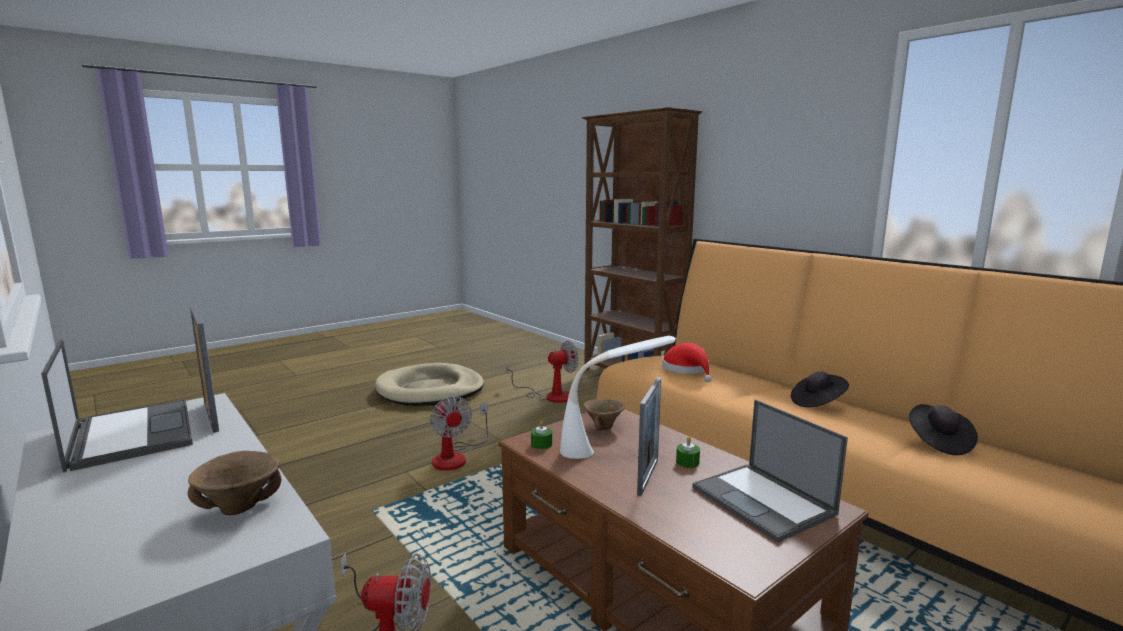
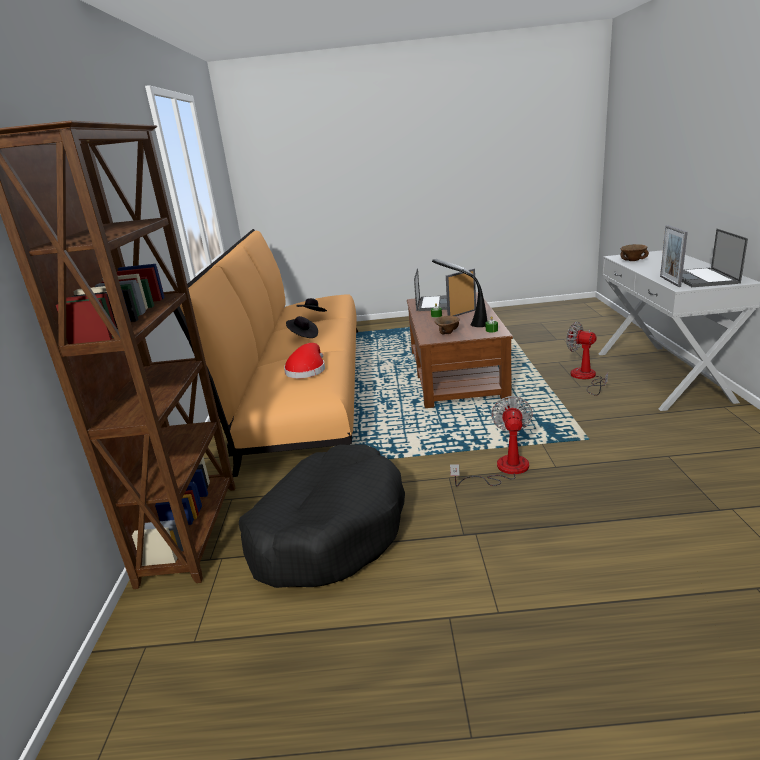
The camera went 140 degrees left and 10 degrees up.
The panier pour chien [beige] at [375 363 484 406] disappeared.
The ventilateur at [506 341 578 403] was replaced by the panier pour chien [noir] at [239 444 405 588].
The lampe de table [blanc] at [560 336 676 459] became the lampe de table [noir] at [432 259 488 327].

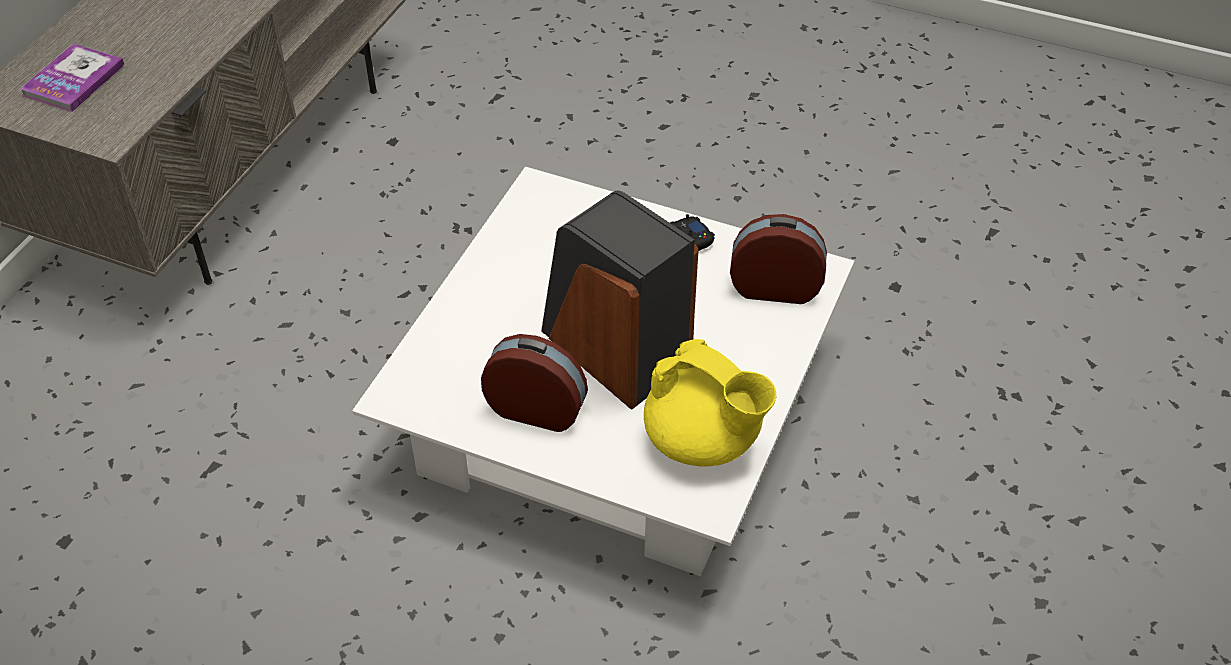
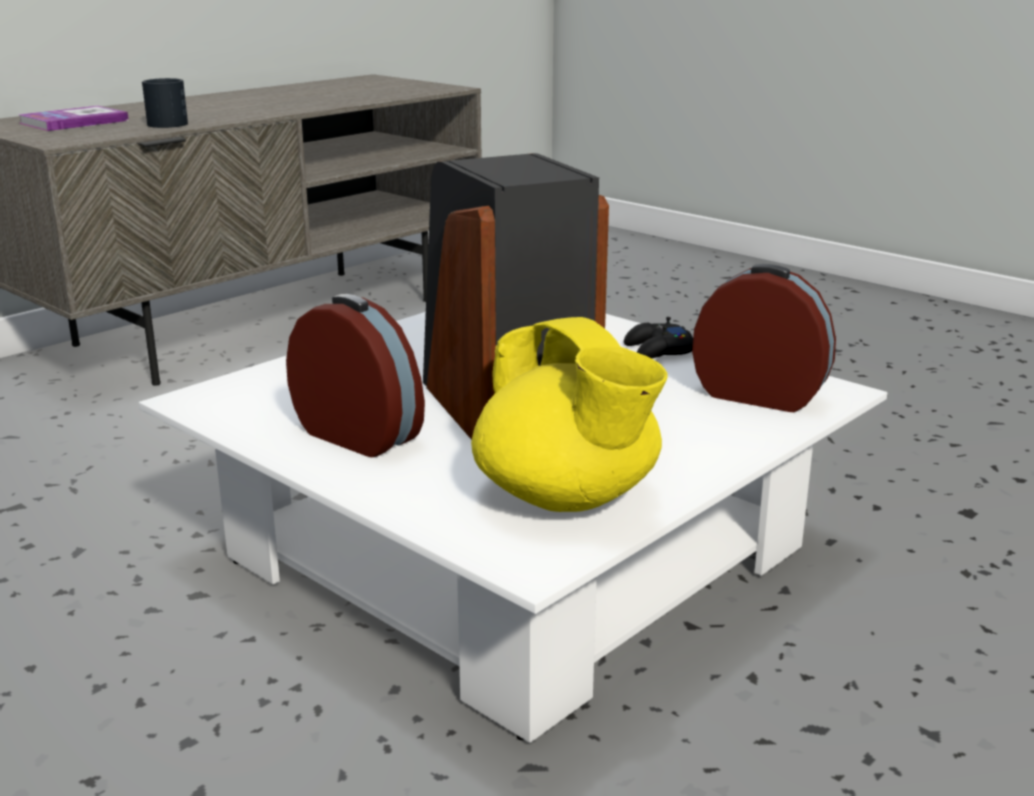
The camera went 20 degrees right and 25 degrees down.
The mug [noir] at [142 78 188 128] appeared.

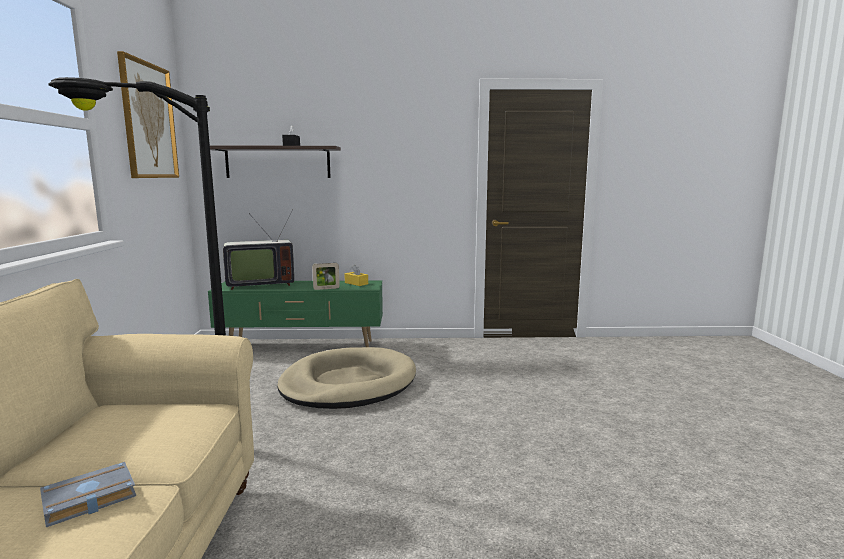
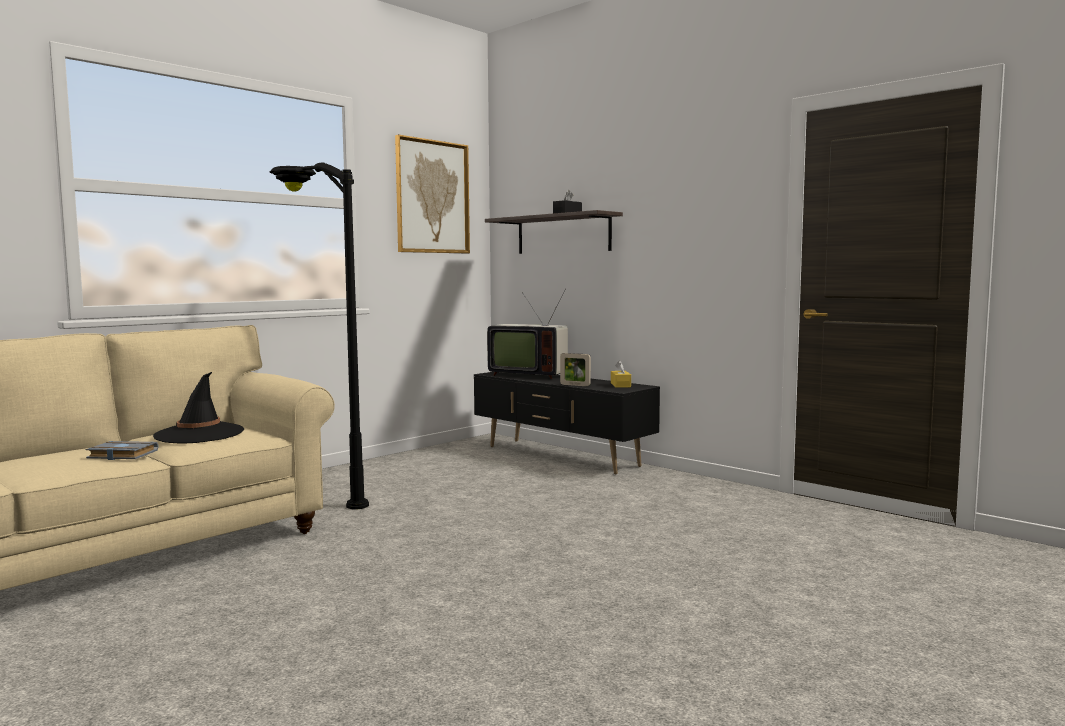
The camera went 45 degrees right and 5 degrees down.
The meuble télé [vert] at [208 280 383 347] became the meuble télé [noir] at [474 372 660 474].
The panier pour chien [beige] at [277 347 416 409] disappeared.
The chapeau [noir] at [153 372 244 443] appeared.

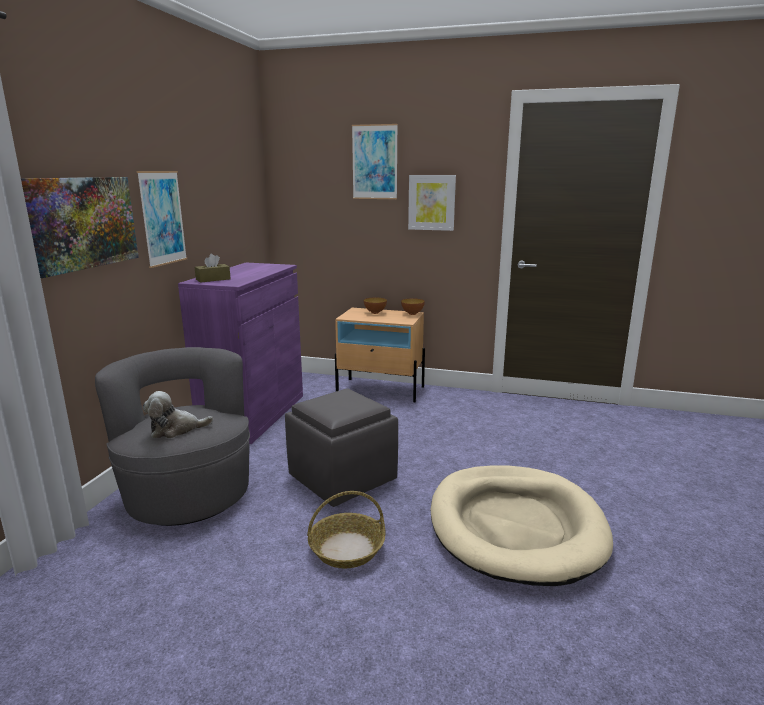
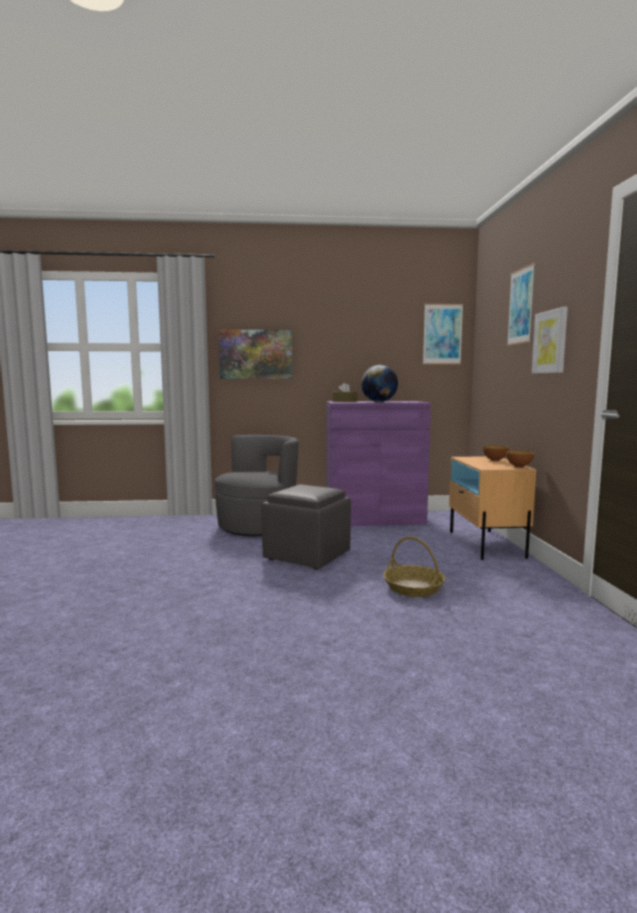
The camera went 70 degrees right and 10 degrees down.
The tableau moved from [136 171 187 268] to [423 304 463 364].
The peluche at [143 391 213 438] disappeared.
The panier moved from [307 491 385 568] to [383 536 445 597].
The panier pour chien [beige] at [431 465 613 586] disappeared.
The globe at [361 365 398 402] appeared.

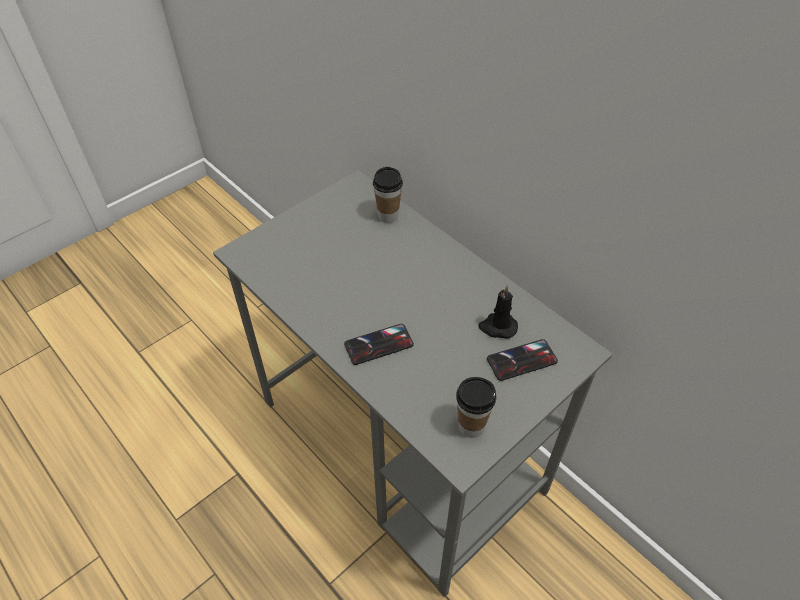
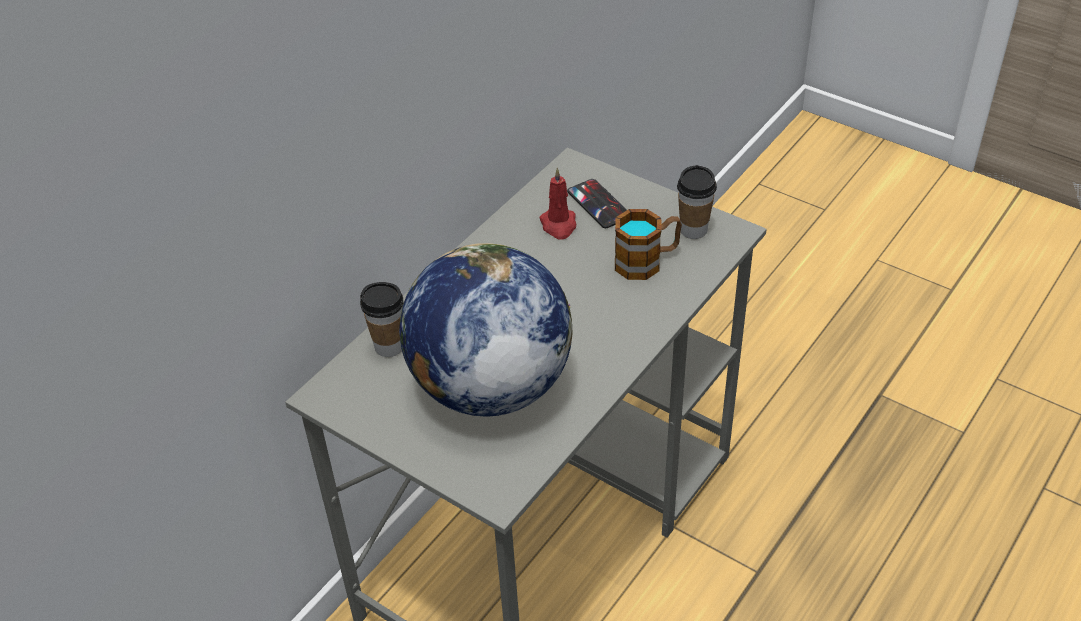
The camera went 100 degrees left and 5 degrees down.
The téléphone at [344 324 414 365] disappeared.
The bougie [noir] at [478 286 518 339] became the bougie [rouge] at [539 168 576 240].
The globe at [399 243 573 416] appeared.
The mug at [615 209 682 280] appeared.

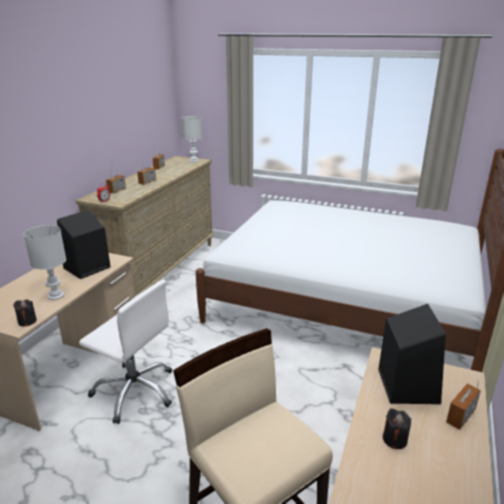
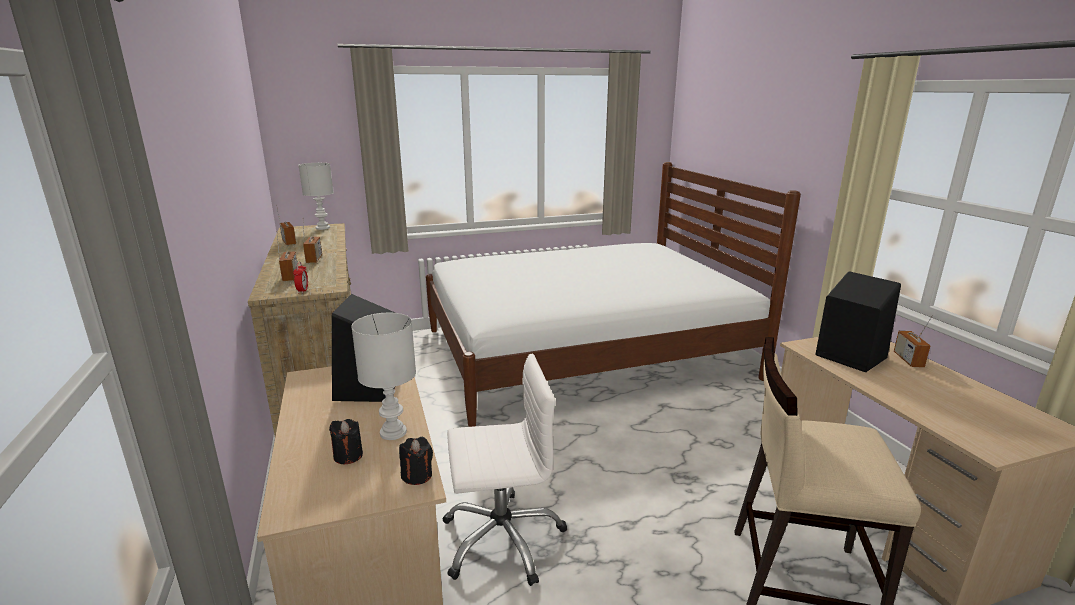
The camera went 40 degrees left and 5 degrees down.
The bougie [noir] moved from [383 408 411 449] to [329 419 363 464].

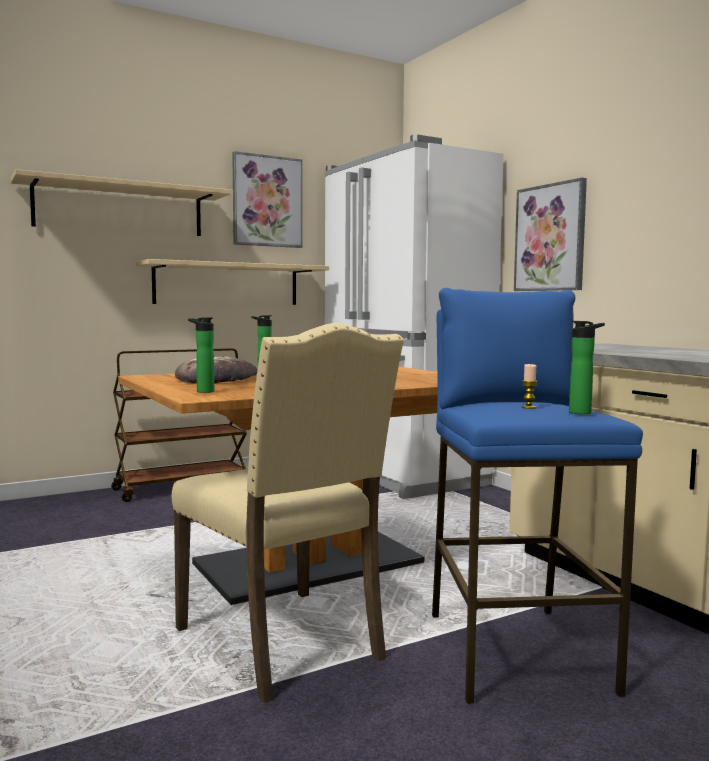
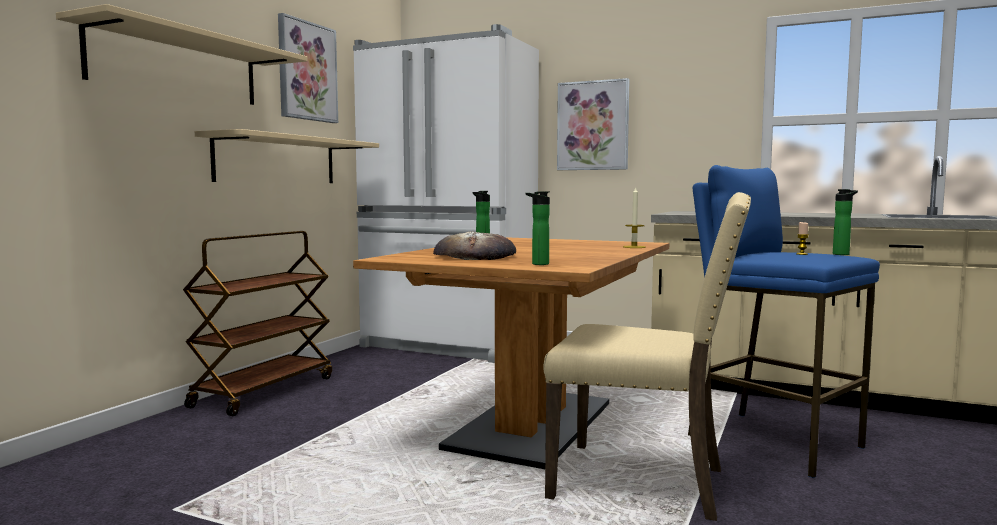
The camera went 35 degrees left and 0 degrees up.
The bougie at [623 187 646 248] appeared.

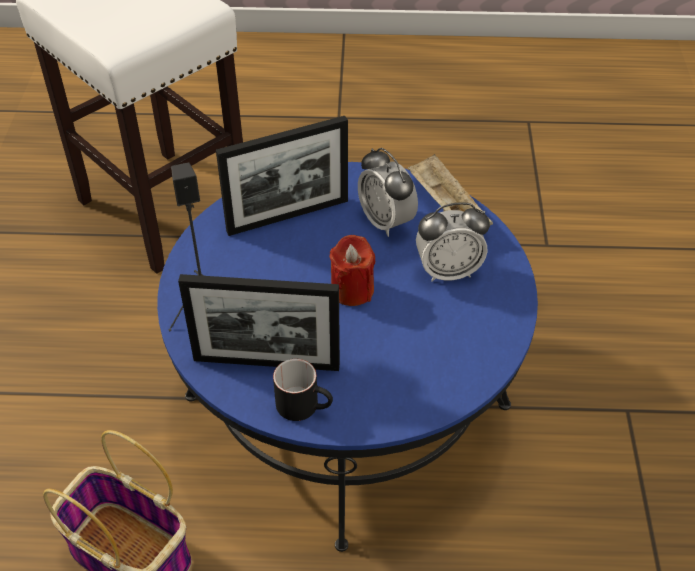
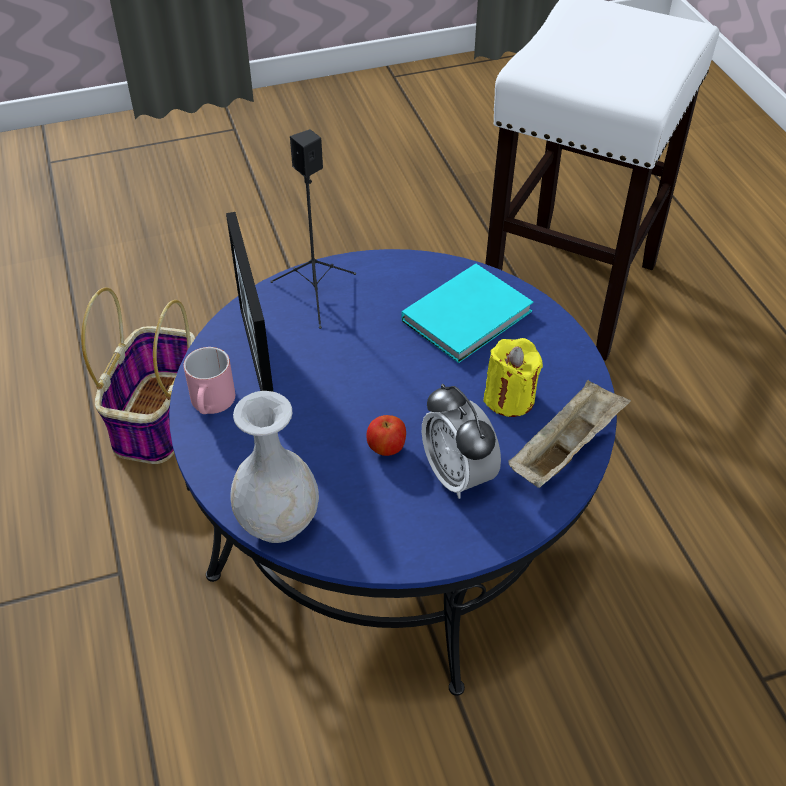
The camera went 70 degrees right and 0 degrees up.
The cadre photo at [216 116 348 236] was replaced by the livre [turquoise] at [401 264 533 363].
The mug [noir] at [273 359 333 421] became the mug [rose] at [183 347 235 414].
The bougie [rouge] at [330 235 375 306] disappeared.
The réveil at [358 148 418 237] was replaced by the bougie [jaune] at [483 338 543 417].
The vase [blanc] at [231 391 319 543] appeared.
The pomme at [366 415 406 456] appeared.

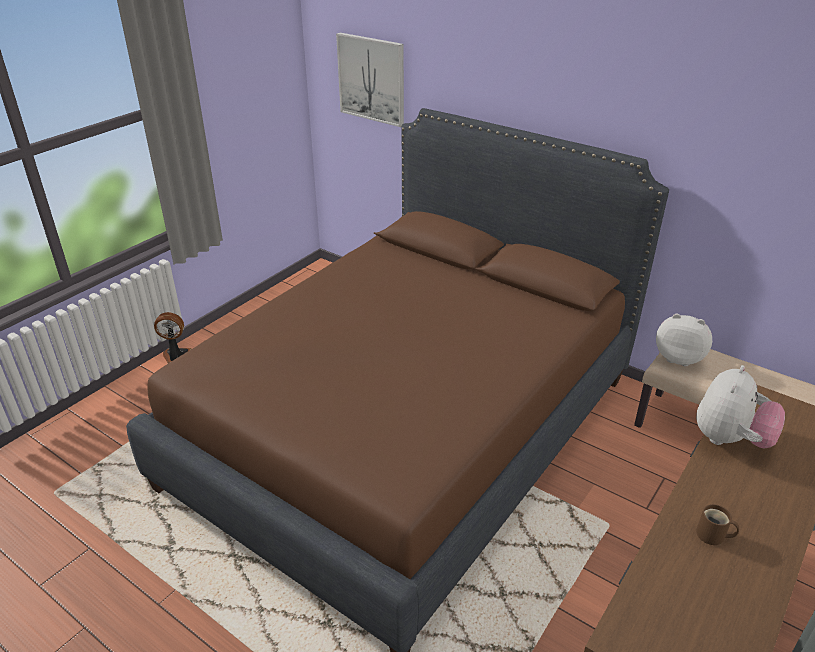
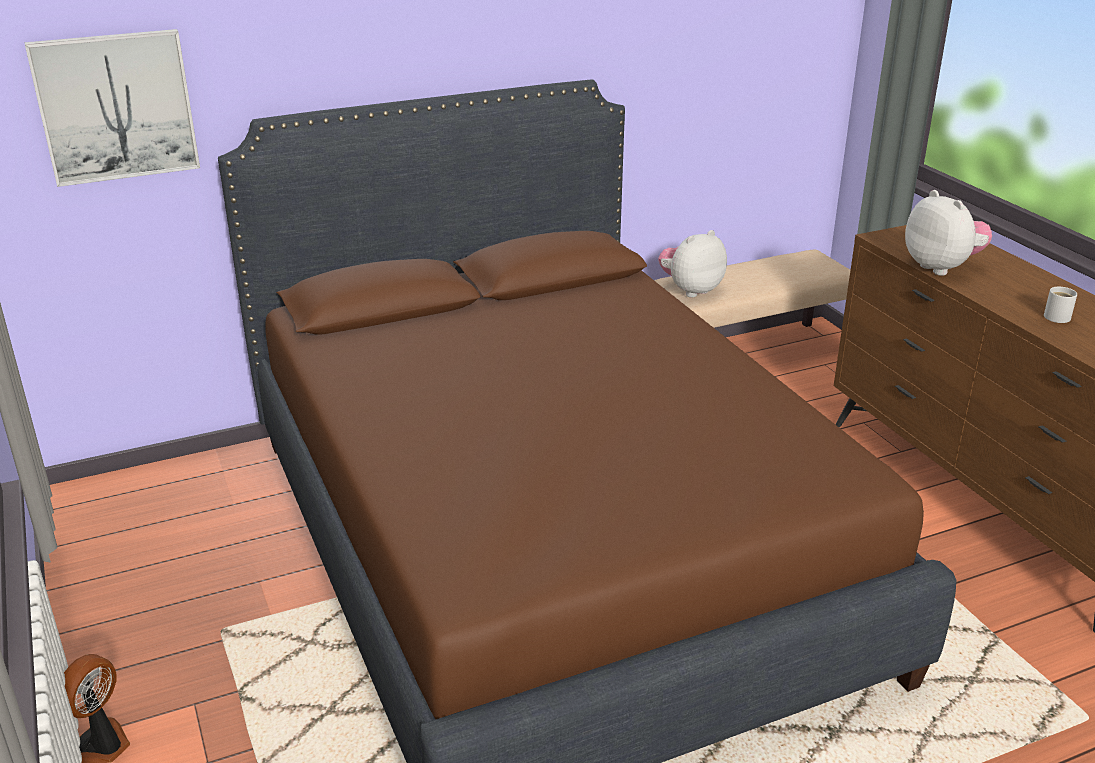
The camera went 60 degrees left and 5 degrees down.
The mug [marron] at [696 504 739 545] became the mug [blanc] at [1044 287 1077 323].

